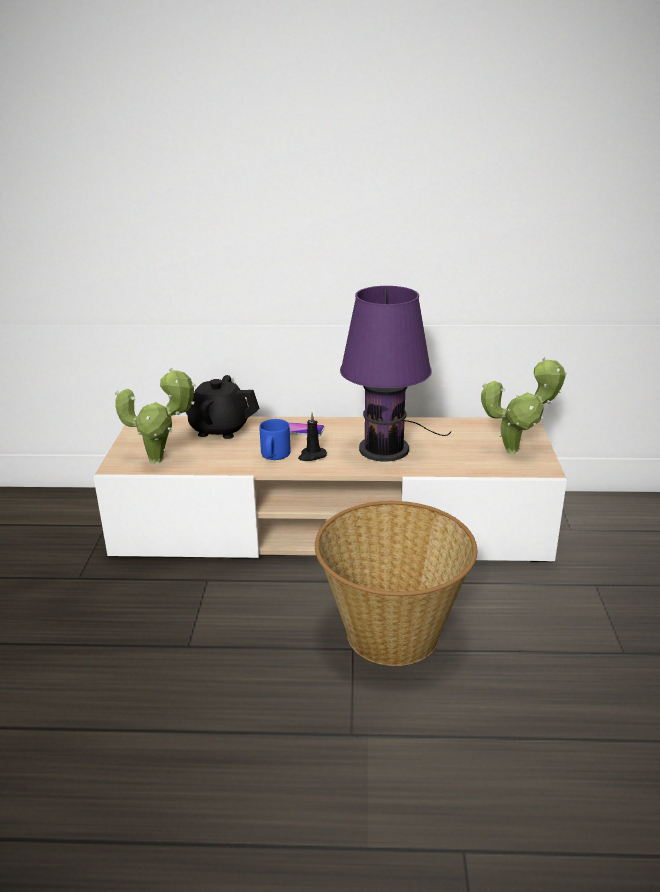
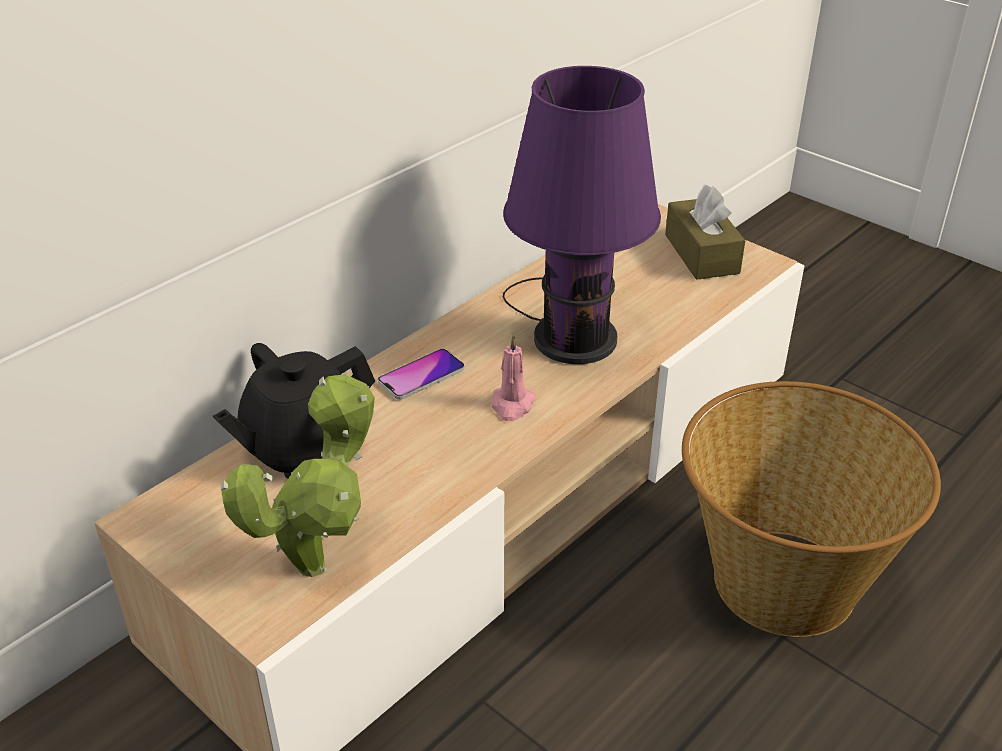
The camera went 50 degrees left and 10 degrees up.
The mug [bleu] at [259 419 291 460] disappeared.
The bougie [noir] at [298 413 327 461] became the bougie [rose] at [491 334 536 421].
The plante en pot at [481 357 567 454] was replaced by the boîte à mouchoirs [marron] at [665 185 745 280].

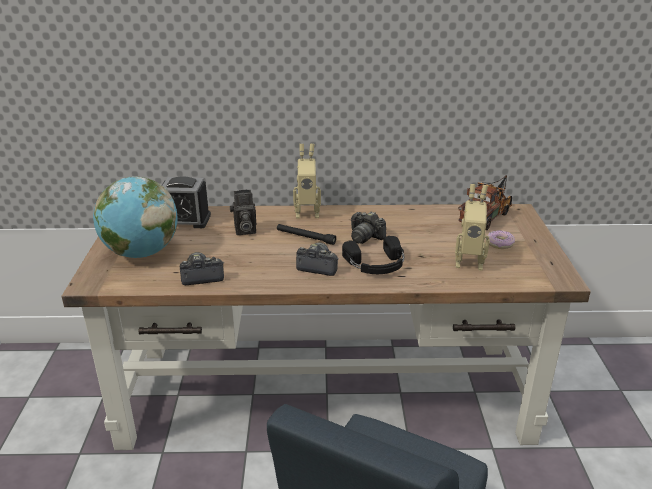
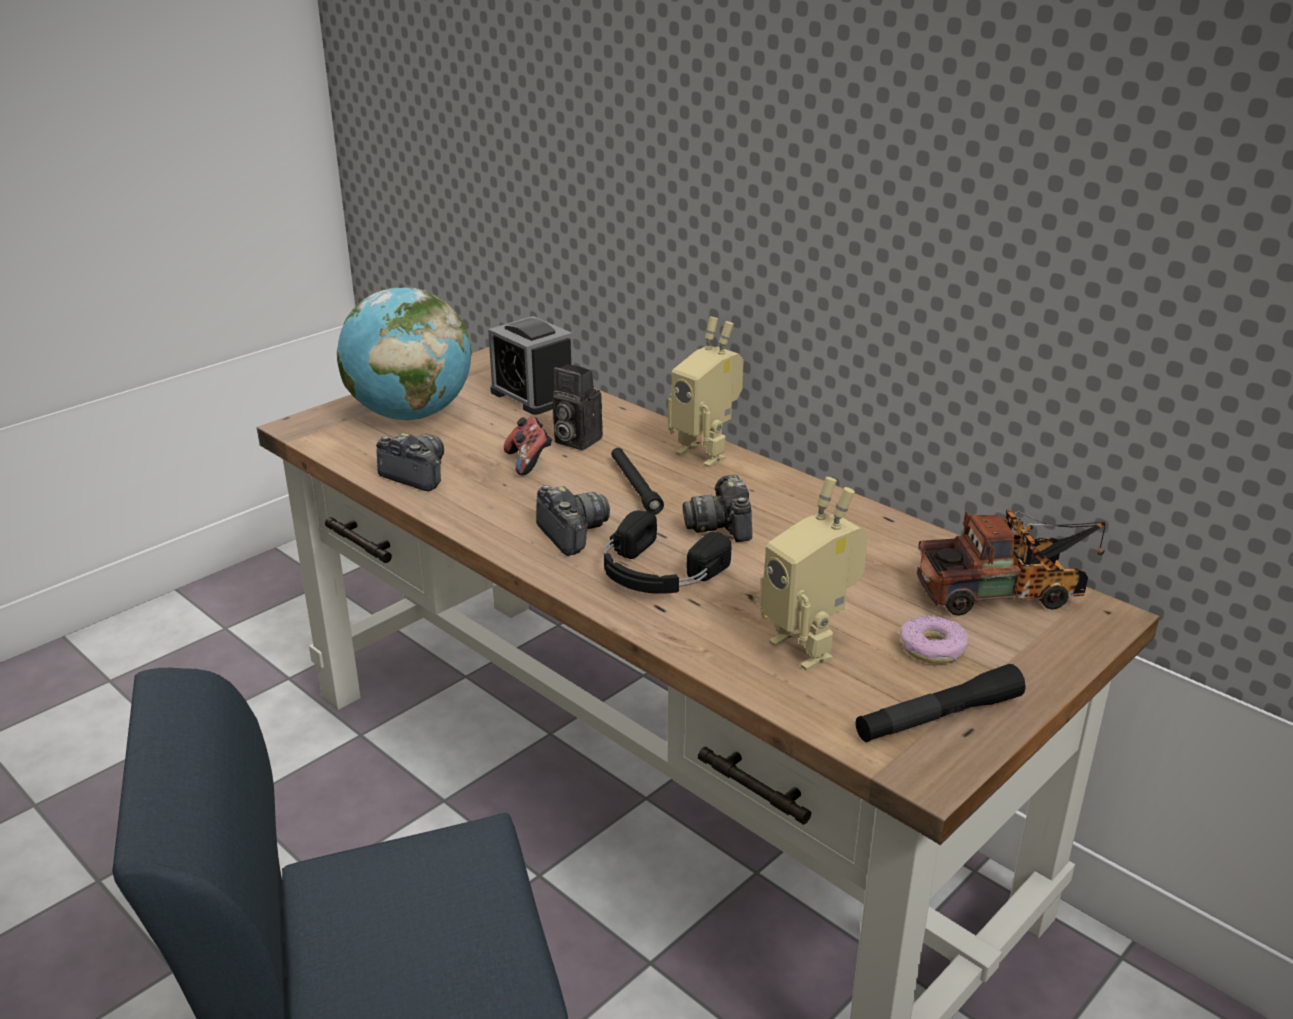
The camera went 45 degrees right and 0 degrees up.
The manette at [504 417 552 475] appeared.
The lampe de poche [noir] at [856 664 1026 742] appeared.

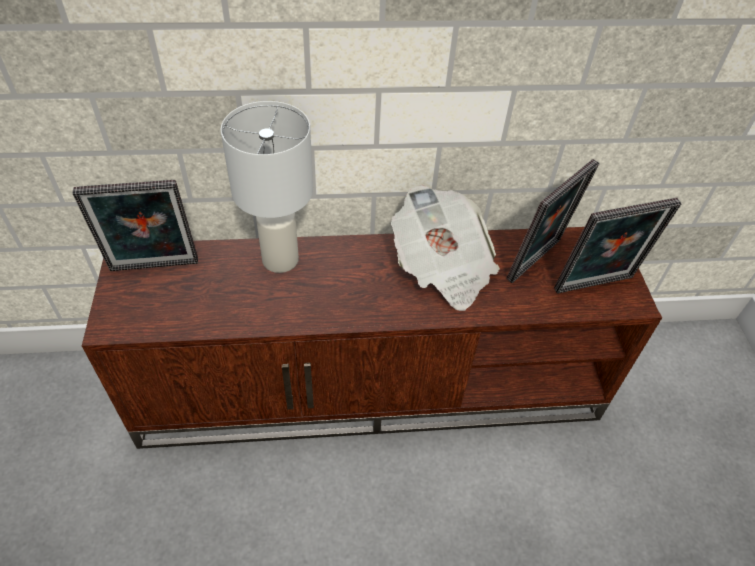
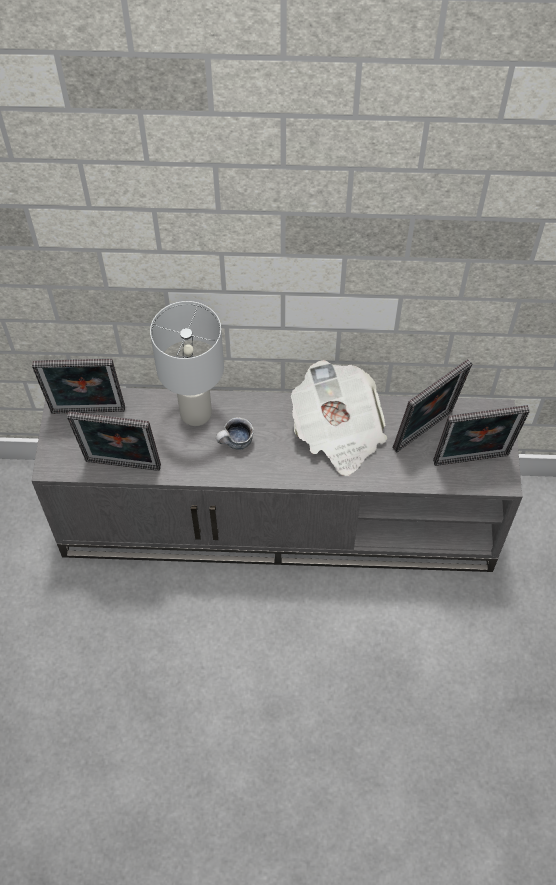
The camera went 10 degrees right and 10 degrees up.
The meuble télé [marron] at [82 227 662 449] became the meuble télé [gris] at [31 388 523 572].
The cadre photo at [67 411 161 471] appeared.
The mug at [216 417 254 450] appeared.

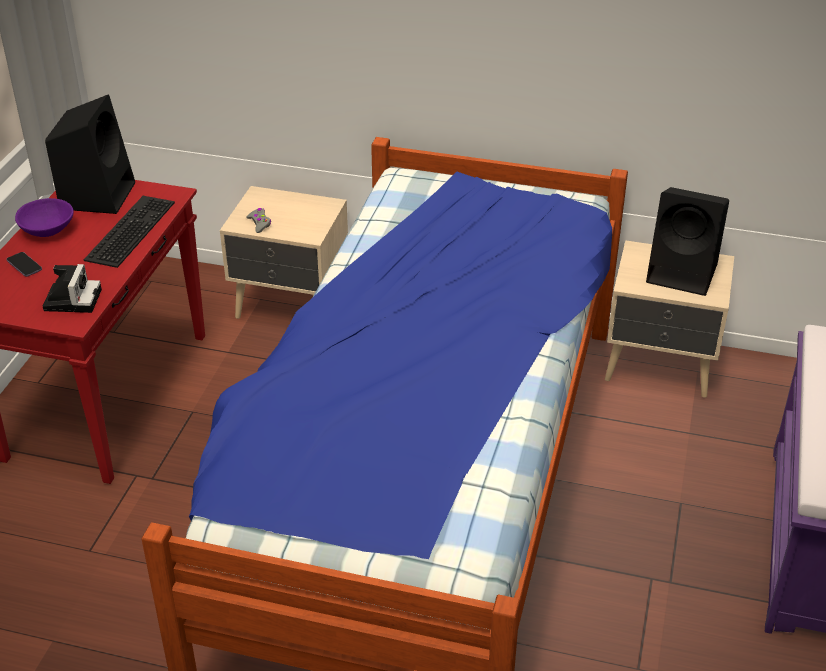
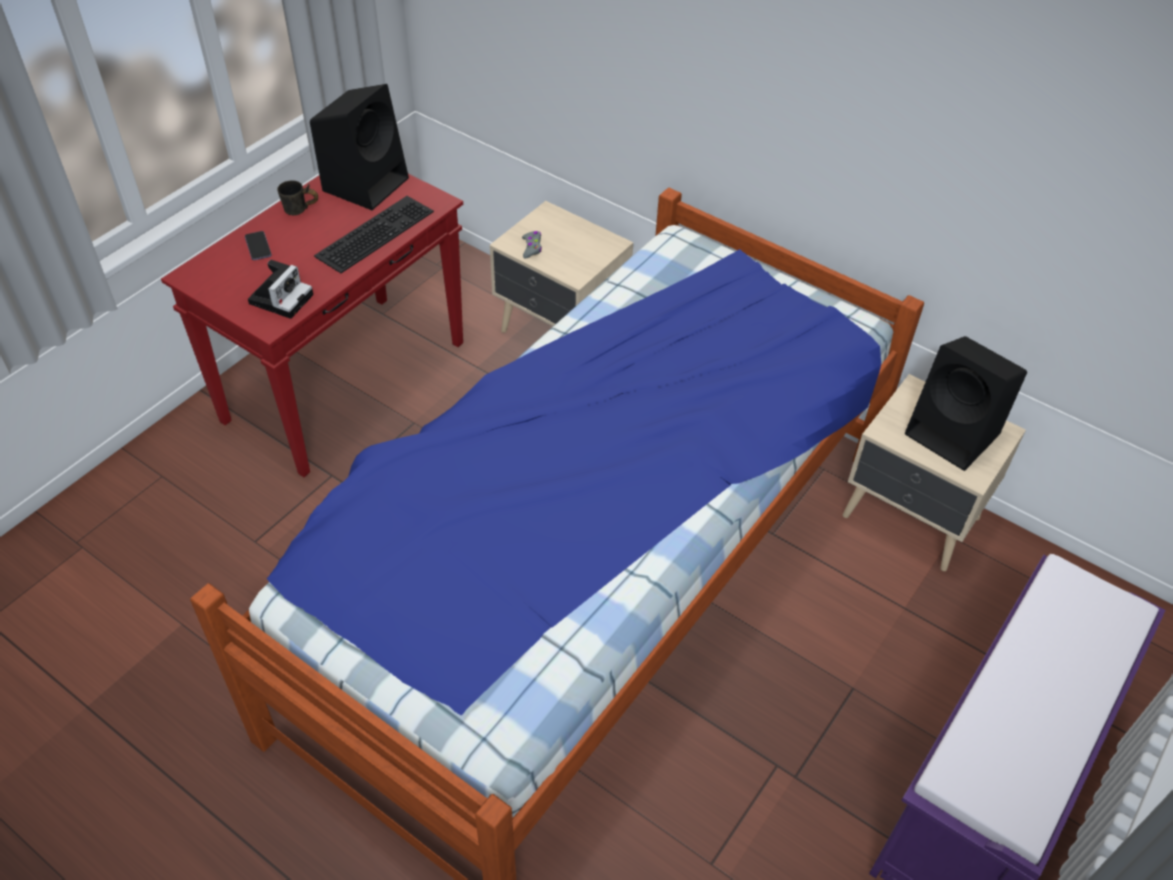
The camera went 20 degrees right and 10 degrees up.
The bol [violet] at [15 198 74 237] was replaced by the mug [gris] at [277 180 318 215].

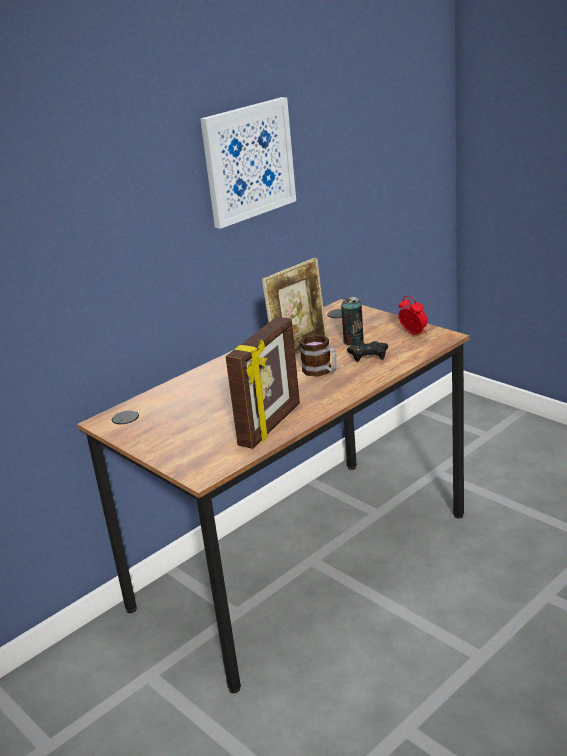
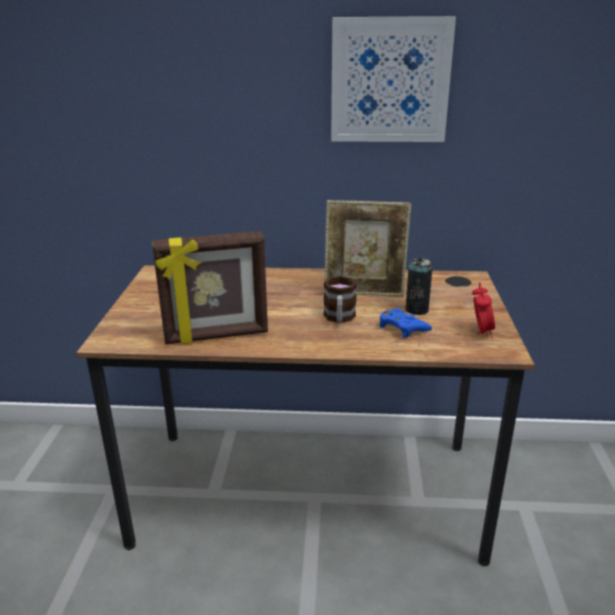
The camera went 45 degrees right and 0 degrees up.
The manette [noir] at [347 341 388 362] became the manette [bleu] at [379 308 432 338].

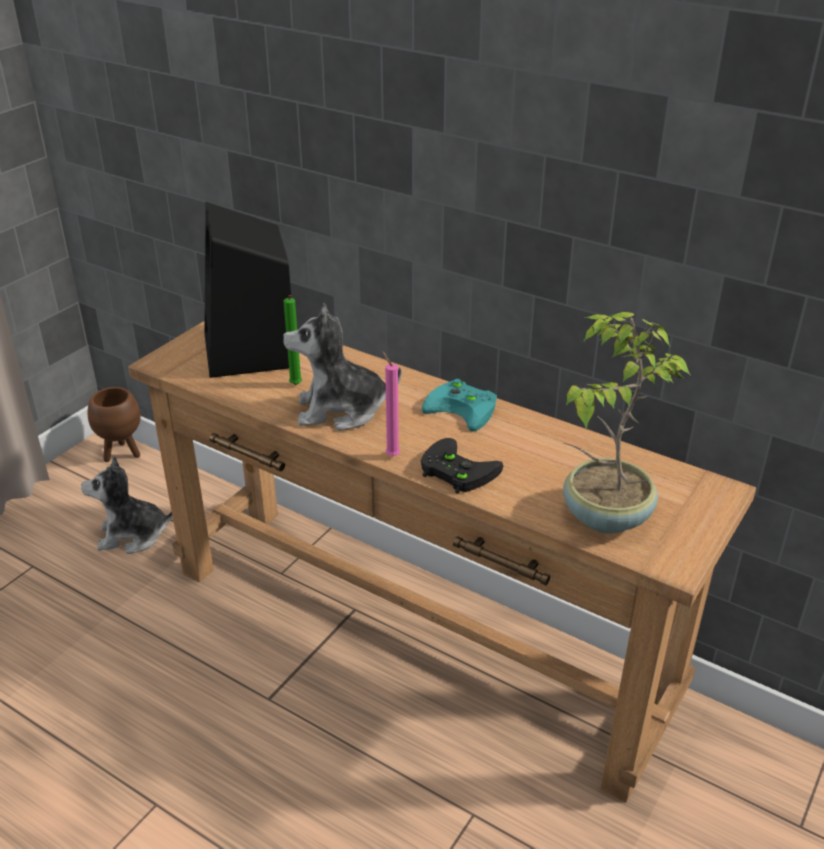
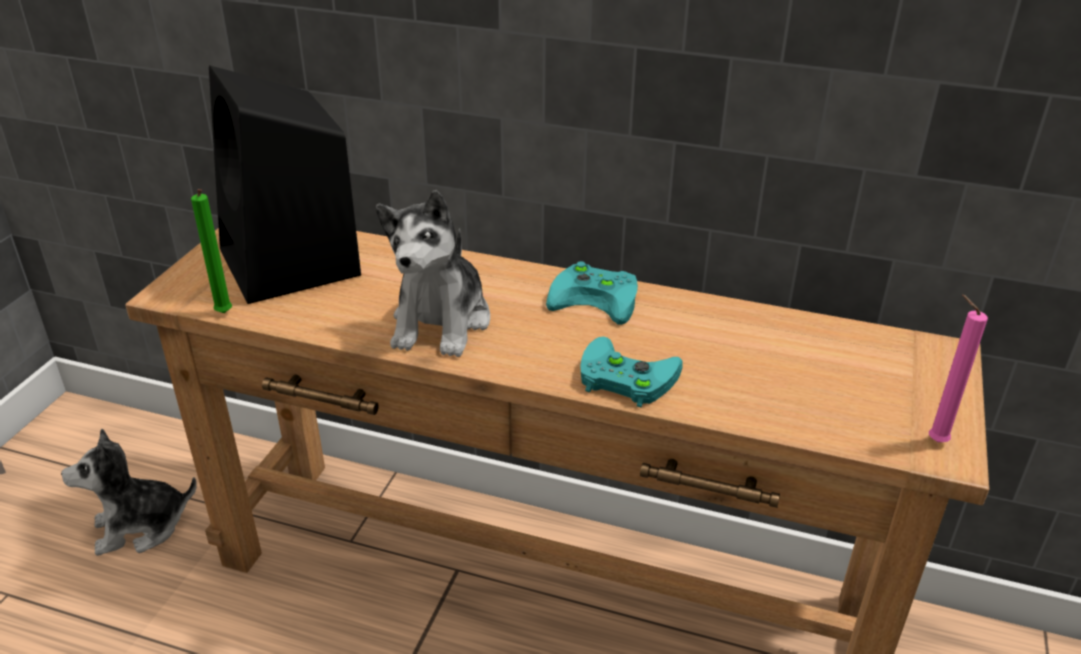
The camera went 15 degrees left and 0 degrees up.
The cache-pot [marron] at [88 387 141 462] disappeared.
The peluche at [283 303 401 431] turned 60 degrees counterclockwise.
The bougie [vert] moved from [284 295 302 385] to [191 189 232 313].
The bougie [rose] moved from [382 351 400 457] to [929 294 988 442].
The manette [noir] at [421 438 503 494] became the manette [turquoise] at [580 337 683 407].
The plante en pot at [562 312 691 534] disappeared.

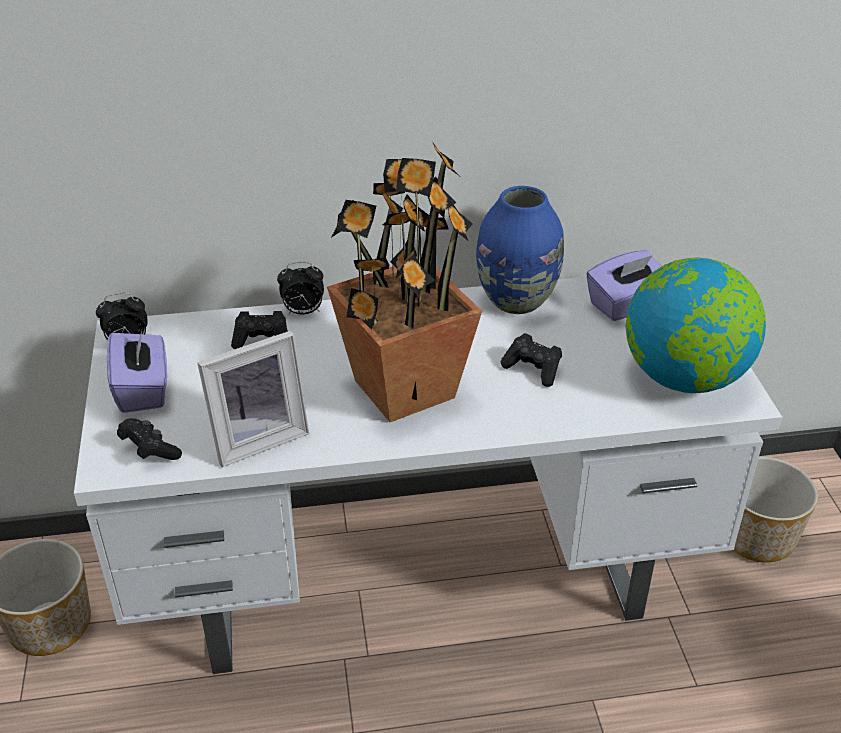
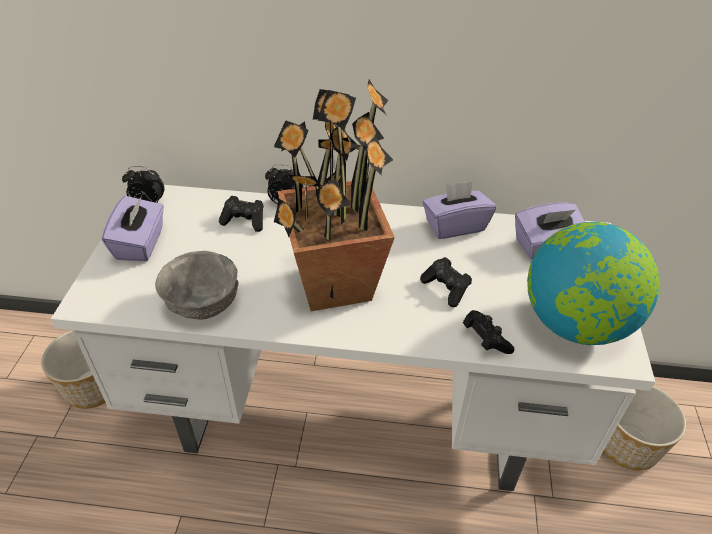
The camera went 15 degrees right and 5 degrees up.
The manette [noir] moved from [117 418 182 460] to [463 310 514 354].
The cadre photo at [197 330 309 467] was replaced by the bol [gris] at [155 251 239 320].
The vase [bleu] at [476 186 564 314] was replaced by the boîte à mouchoirs [violet] at [422 181 496 239].

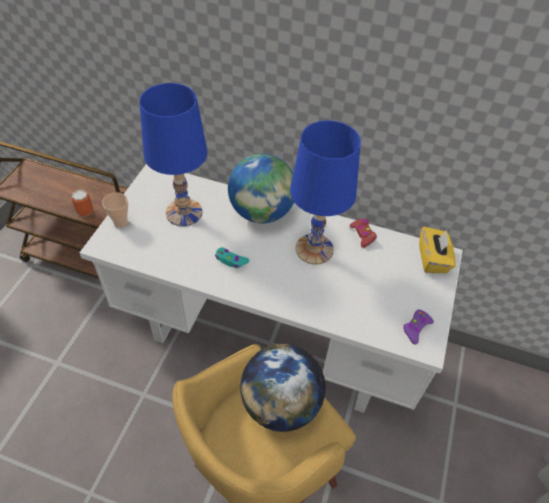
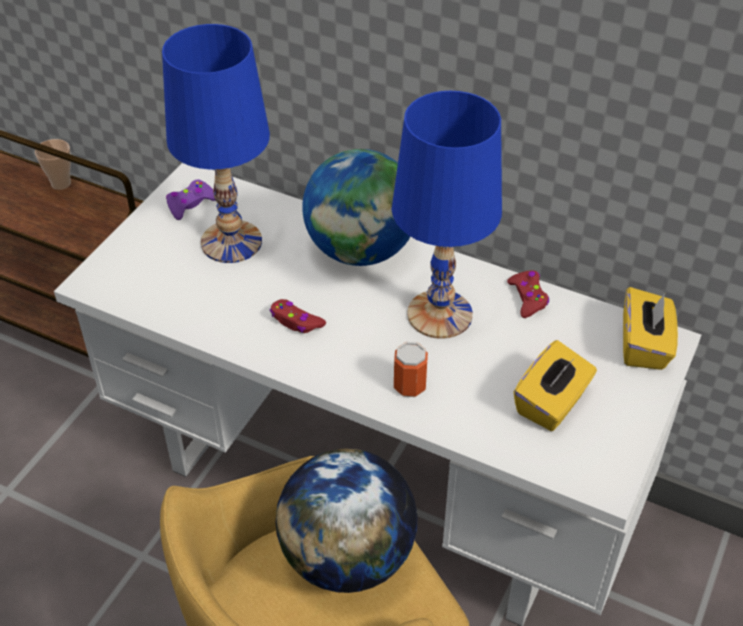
The camera went 10 degrees right and 5 degrees down.
The boîte métallique moved from [72 190 93 216] to [394 342 428 397].
The tasse moved from [102 193 128 228] to [35 139 71 190].
The manette [turquoise] at [215 247 249 268] became the manette [rouge] at [270 299 326 333].
The manette [violet] moved from [403 309 434 345] to [166 179 216 220].
The boîte à mouchoirs [jaune] at [514 340 597 431] appeared.

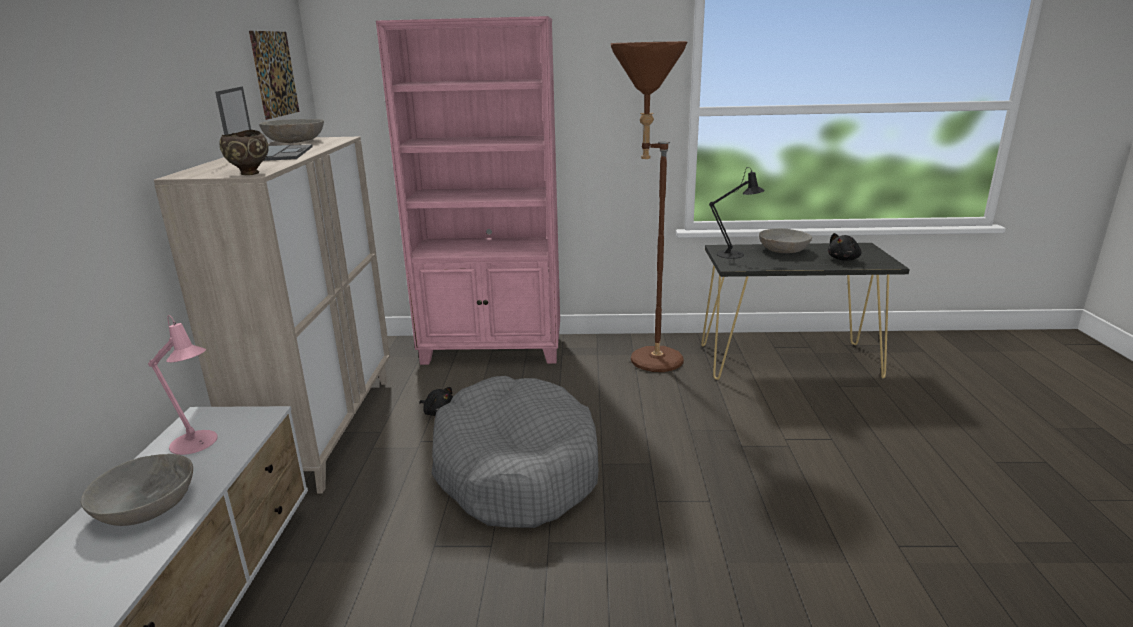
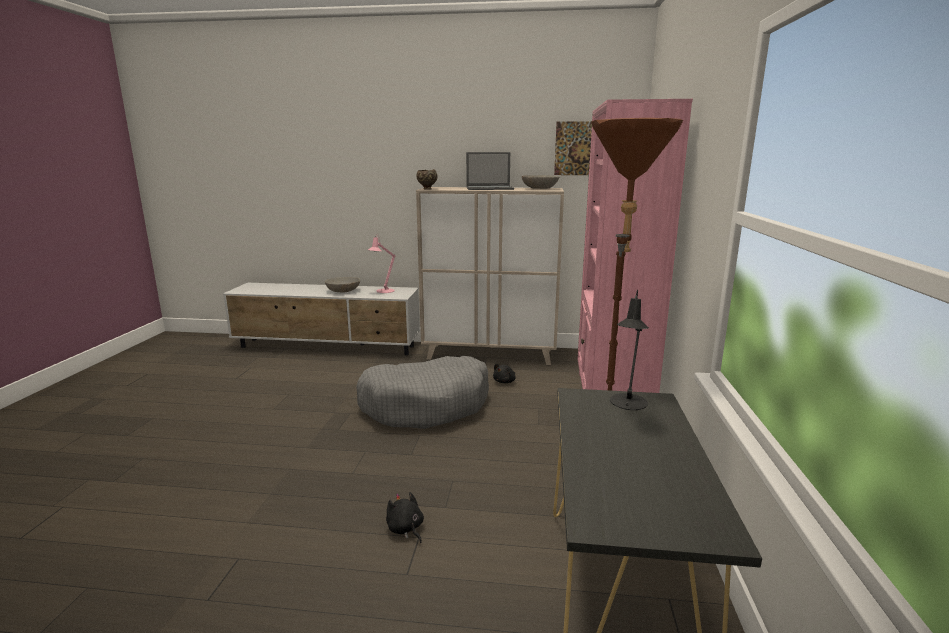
The camera went 95 degrees right and 5 degrees down.
The bol [gris] at [759 228 812 253] disappeared.
The peluche [noir] moved from [828 233 862 261] to [386 492 424 543].

